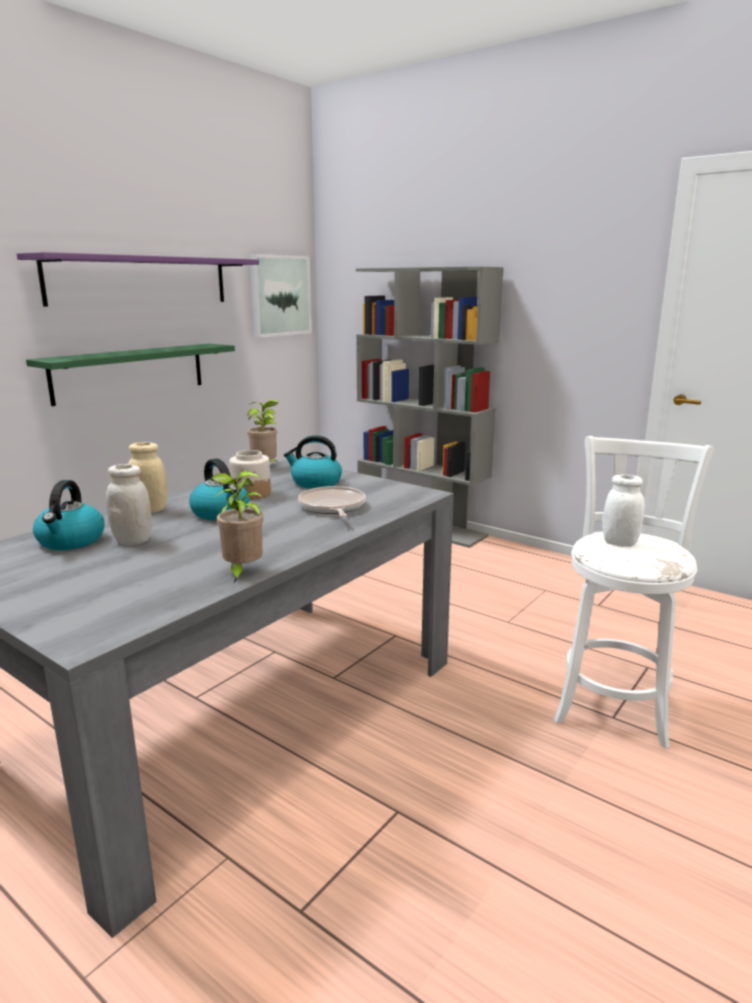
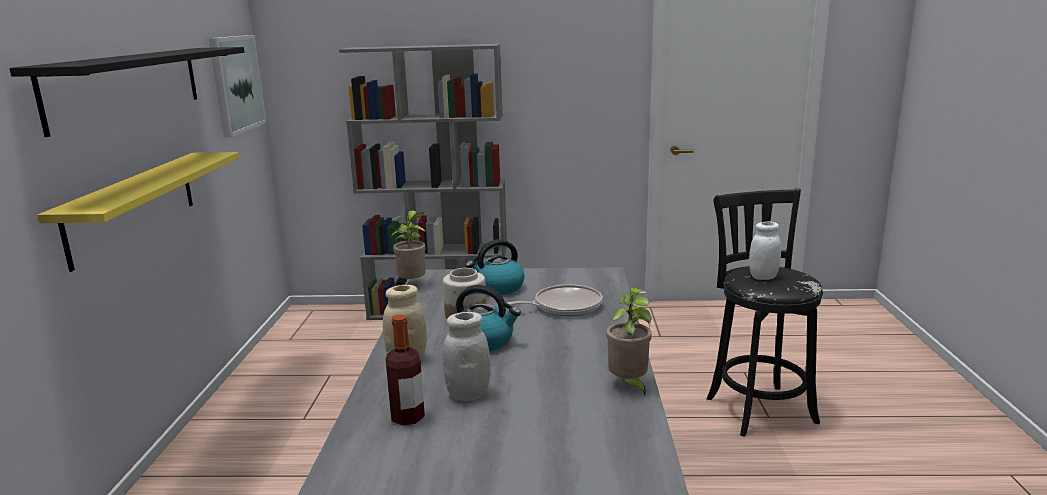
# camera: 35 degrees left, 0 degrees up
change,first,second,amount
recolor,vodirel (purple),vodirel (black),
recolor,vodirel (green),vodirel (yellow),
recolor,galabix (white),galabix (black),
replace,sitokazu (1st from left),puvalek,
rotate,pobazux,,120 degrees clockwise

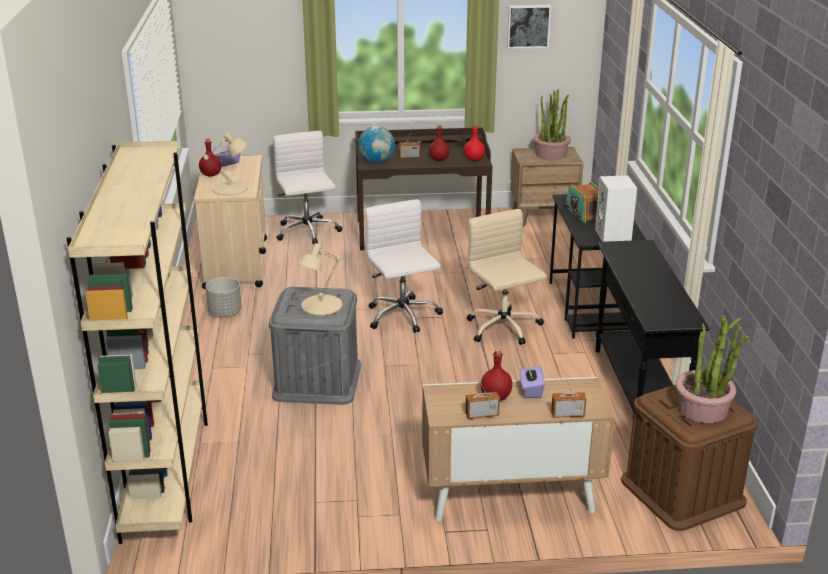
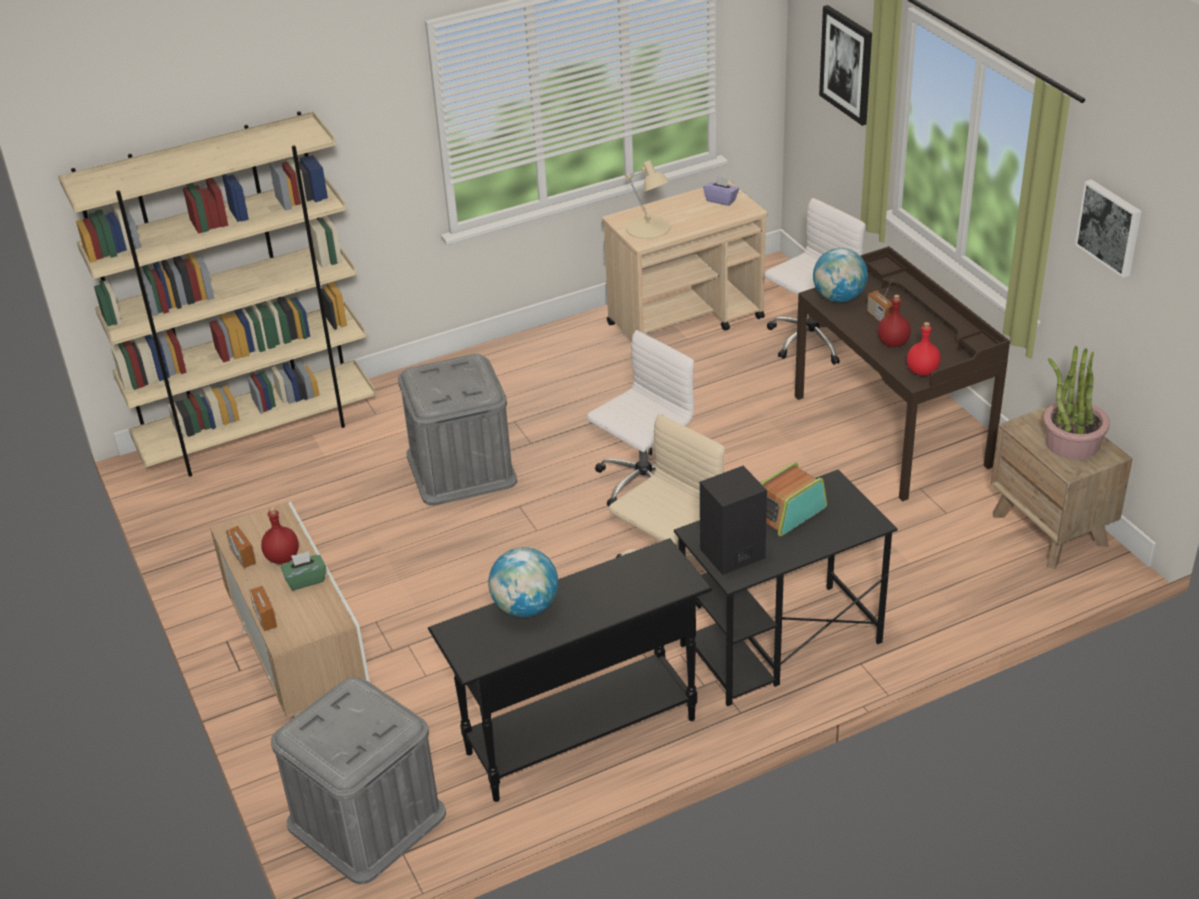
# camera: 70 degrees right, 10 degrees up
change,first,second,amount
delete,puvalek (red) (1st from left),,
recolor,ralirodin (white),ralirodin (black),
delete,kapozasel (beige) (2nd from left),,
delete,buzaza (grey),,
delete,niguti (2nd from left),,
recolor,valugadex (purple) (2nd from left),valugadex (green),
recolor,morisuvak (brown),morisuvak (grey) (1st from left),
insert,,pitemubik (1st from left),
insert,,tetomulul (1st from left),

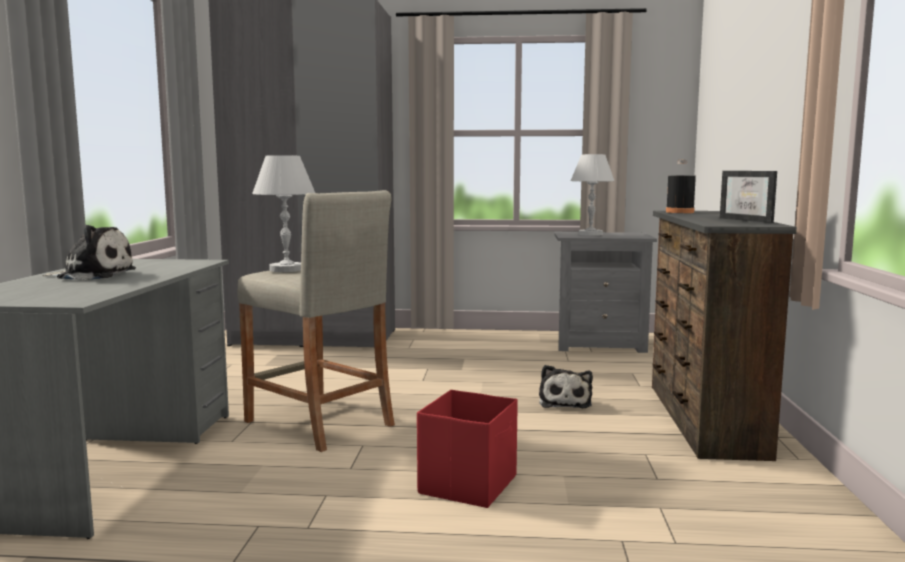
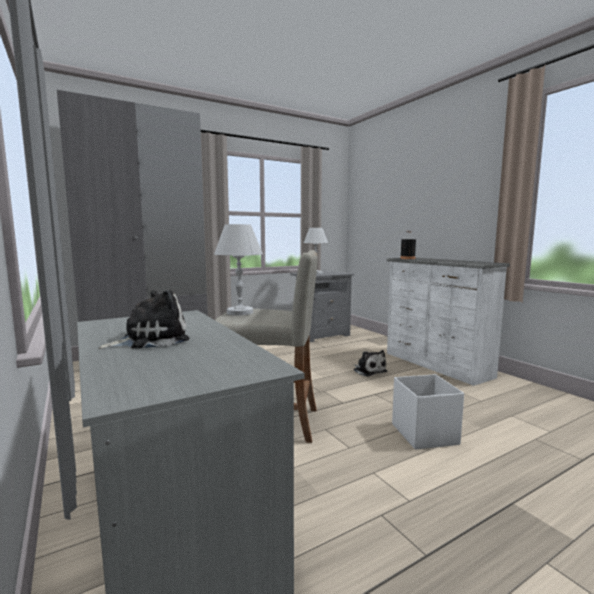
# camera: 35 degrees left, 0 degrees up
change,first,second,amount
delete,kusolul,,
recolor,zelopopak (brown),zelopopak (white),
recolor,morisuvak (red),morisuvak (white),

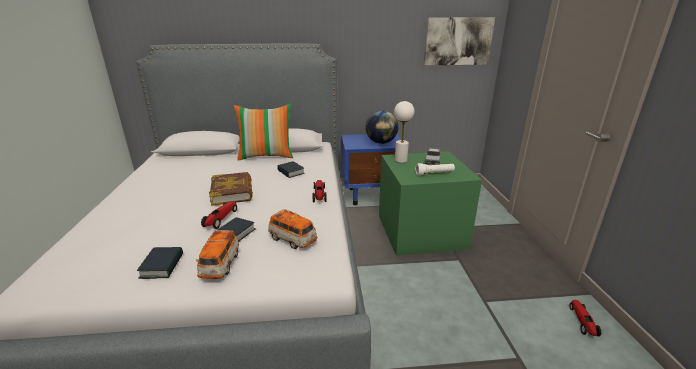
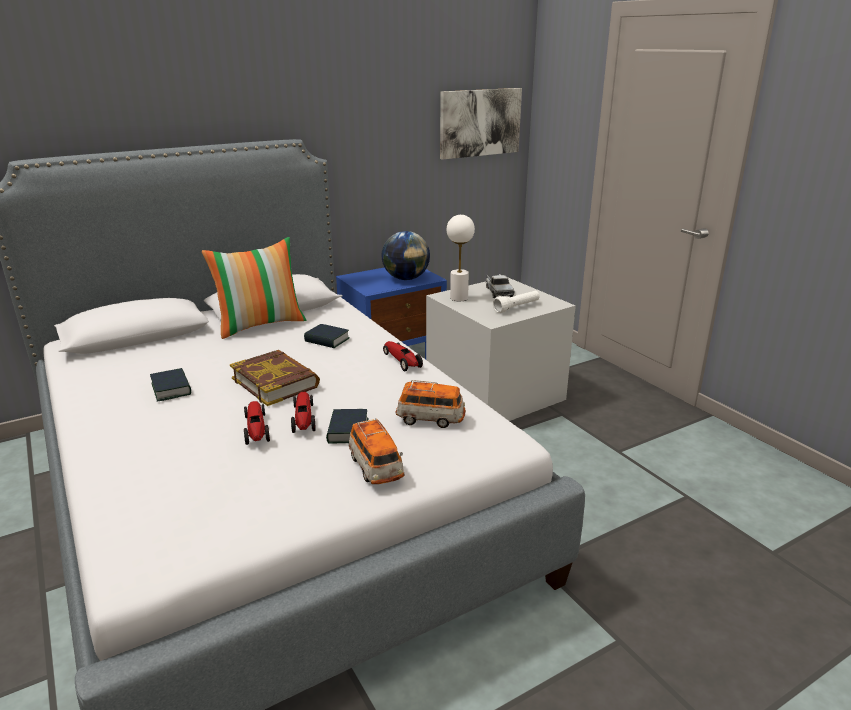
# camera: 25 degrees left, 0 degrees up
change,first,second,amount
recolor,morisuvak (green),morisuvak (grey),
move,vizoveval (1st from left),,
move,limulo (5th from left in the first image),limulo (1st from left),

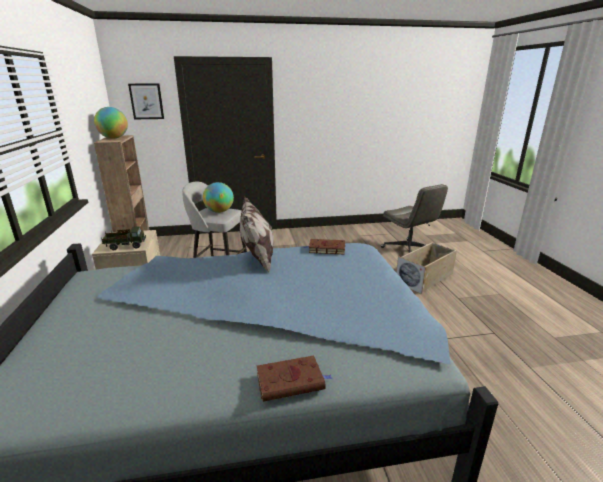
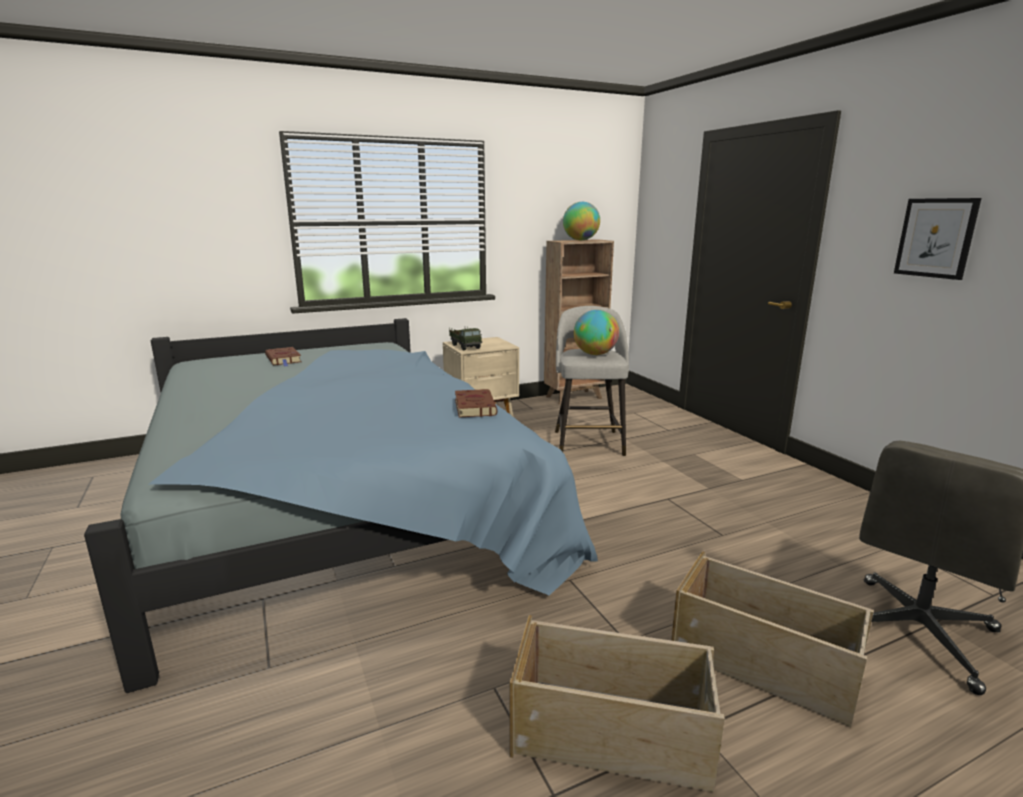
# camera: 75 degrees right, 5 degrees down
change,first,second,amount
move,pitemubik,,
delete,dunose,,
move,vizoveval (brown) (1st from left),,
insert,,morisuvak (beige) (1st from left),

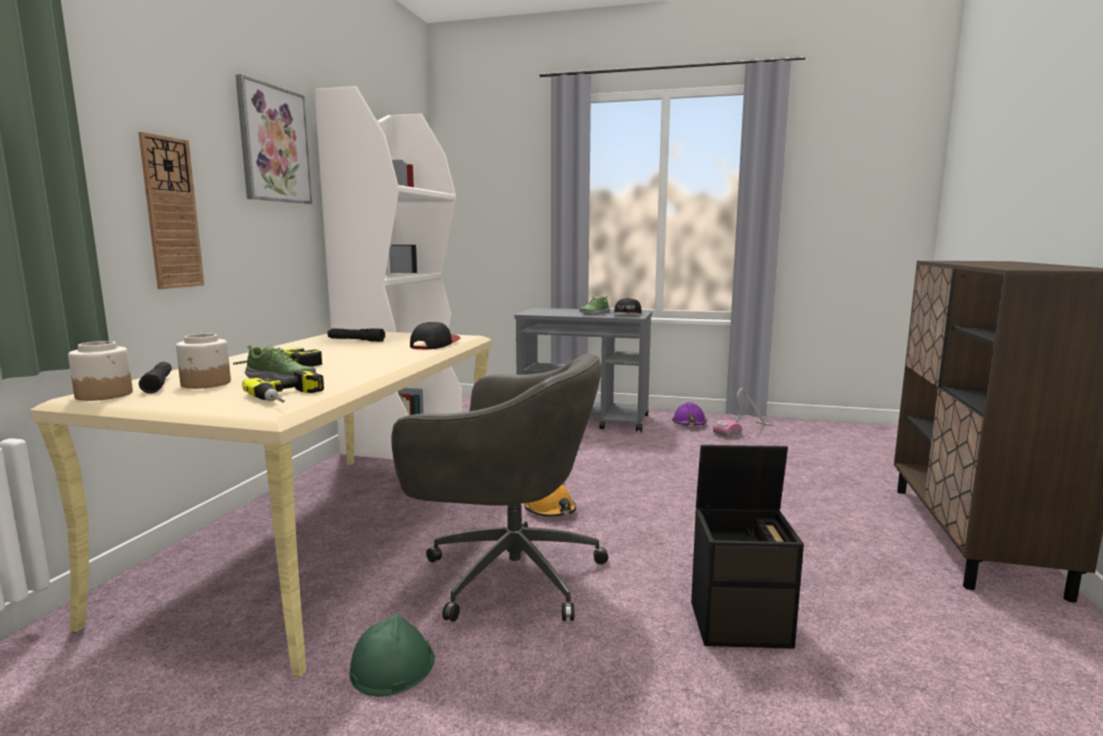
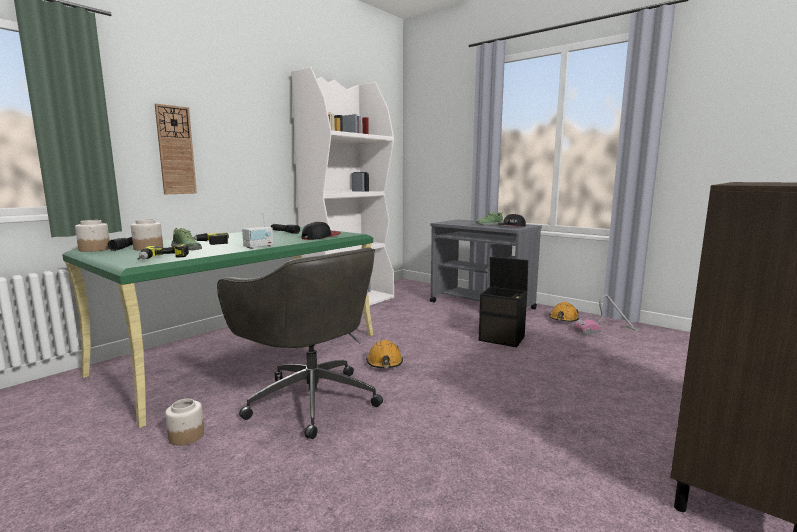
# camera: 25 degrees right, 0 degrees up
change,first,second,amount
delete,pitemubik,,
recolor,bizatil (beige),bizatil (green),
recolor,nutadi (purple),nutadi (orange) (2nd from left),
move,morisuvak (black),,
replace,nutadi (green),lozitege (3rd from left),
insert,,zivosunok,

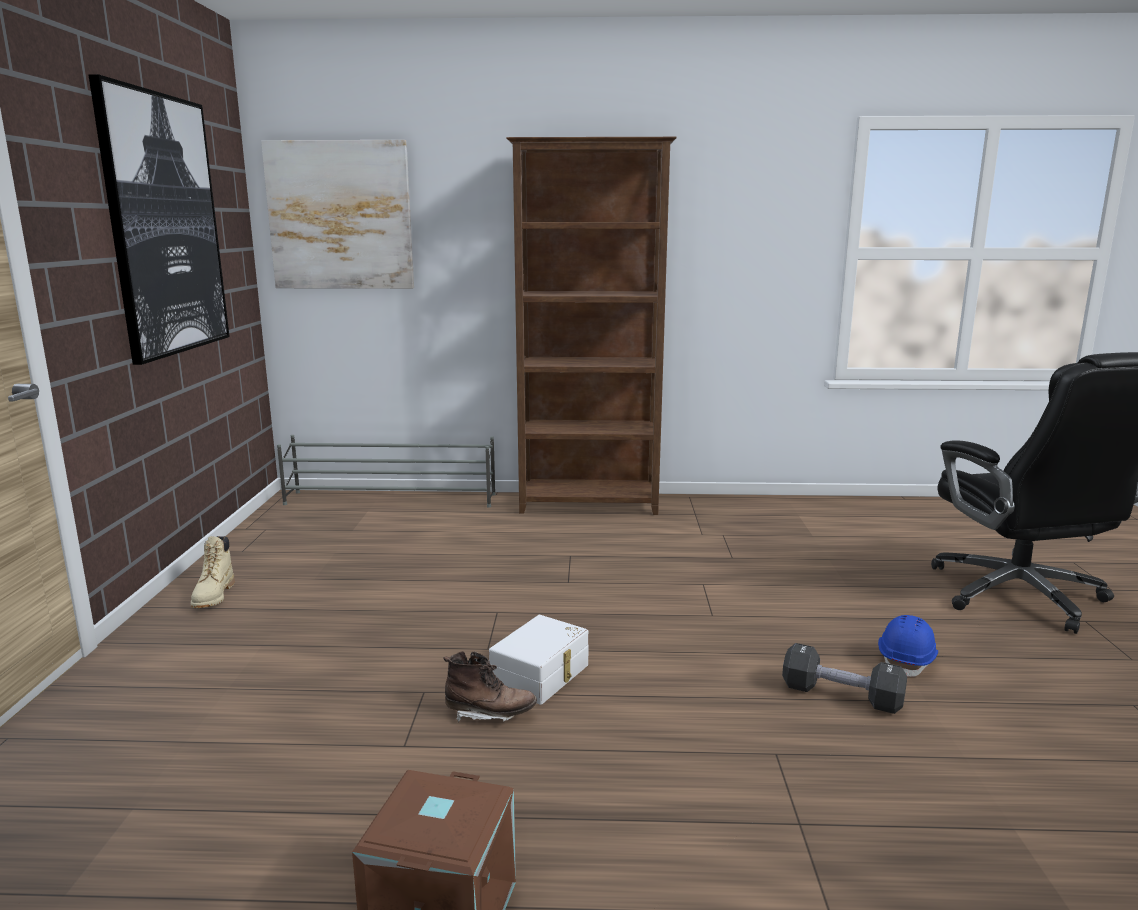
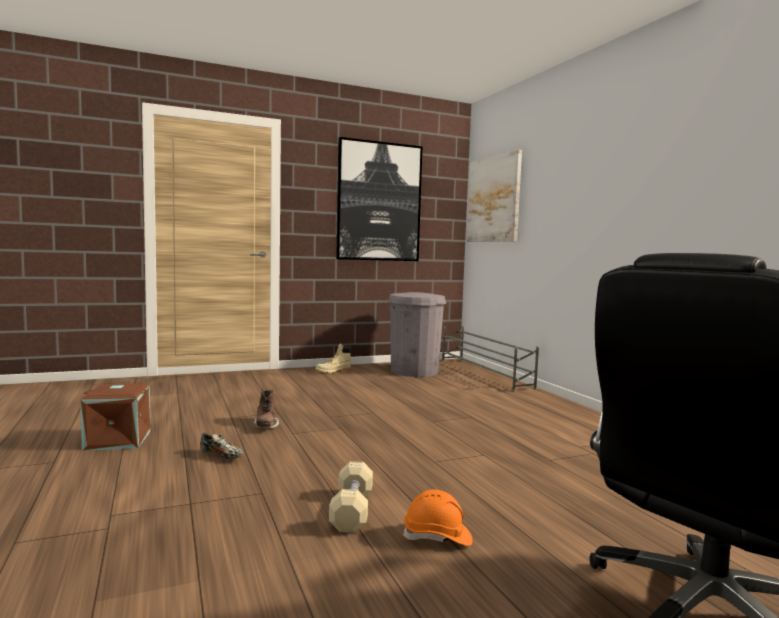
# camera: 65 degrees right, 10 degrees down
change,first,second,amount
delete,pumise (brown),,
delete,morisuvak (white),,
recolor,nutadi (blue),nutadi (orange),
recolor,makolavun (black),makolavun (beige),
insert,,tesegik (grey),
insert,,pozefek,

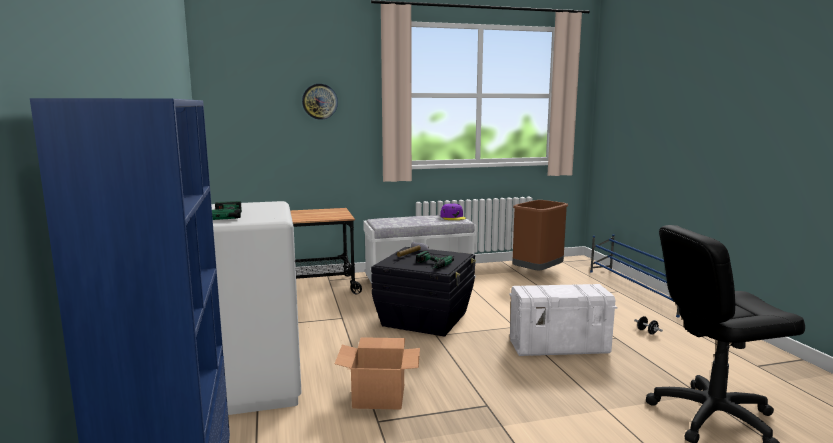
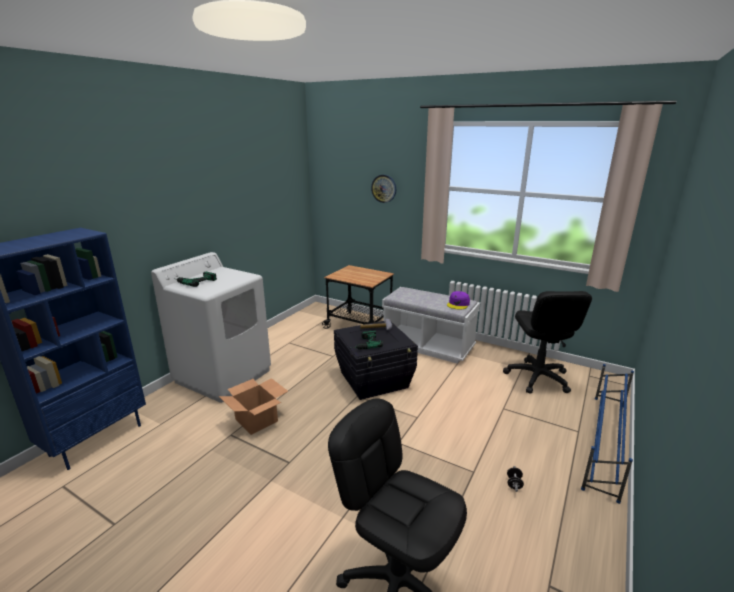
# camera: 45 degrees right, 10 degrees up
change,first,second,amount
replace,tesegik (brown),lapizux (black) (2nd from left),
delete,morisuvak (white),,

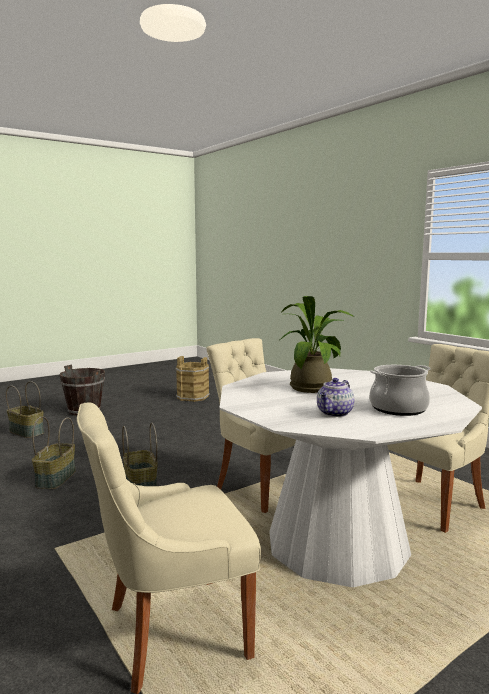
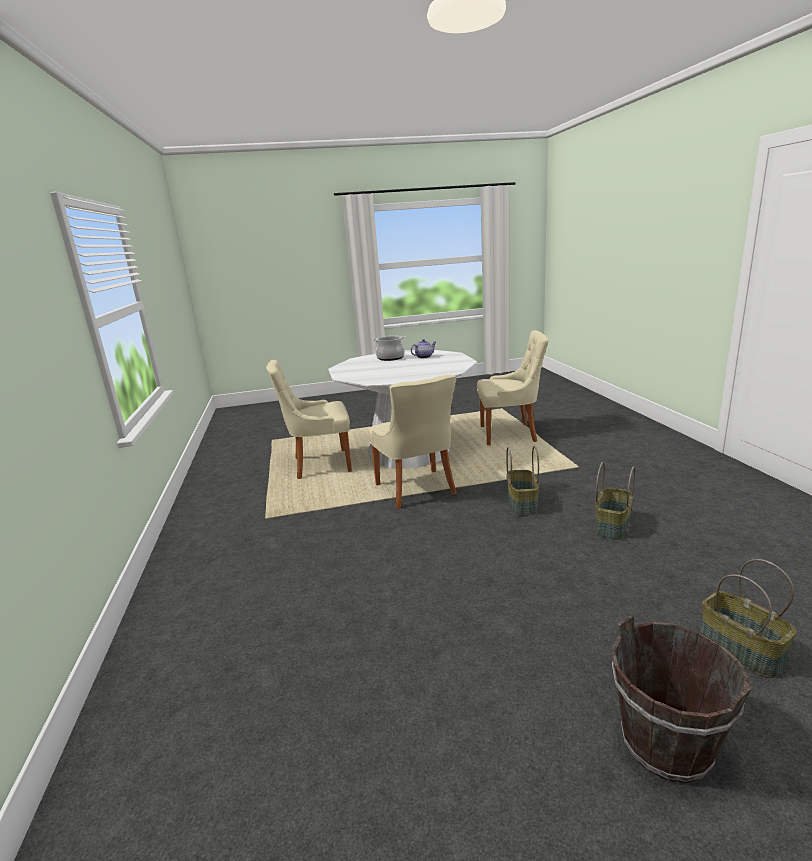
# camera: 155 degrees left, 10 degrees up
change,first,second,amount
delete,niguti,,
delete,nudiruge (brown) (2nd from left),,

